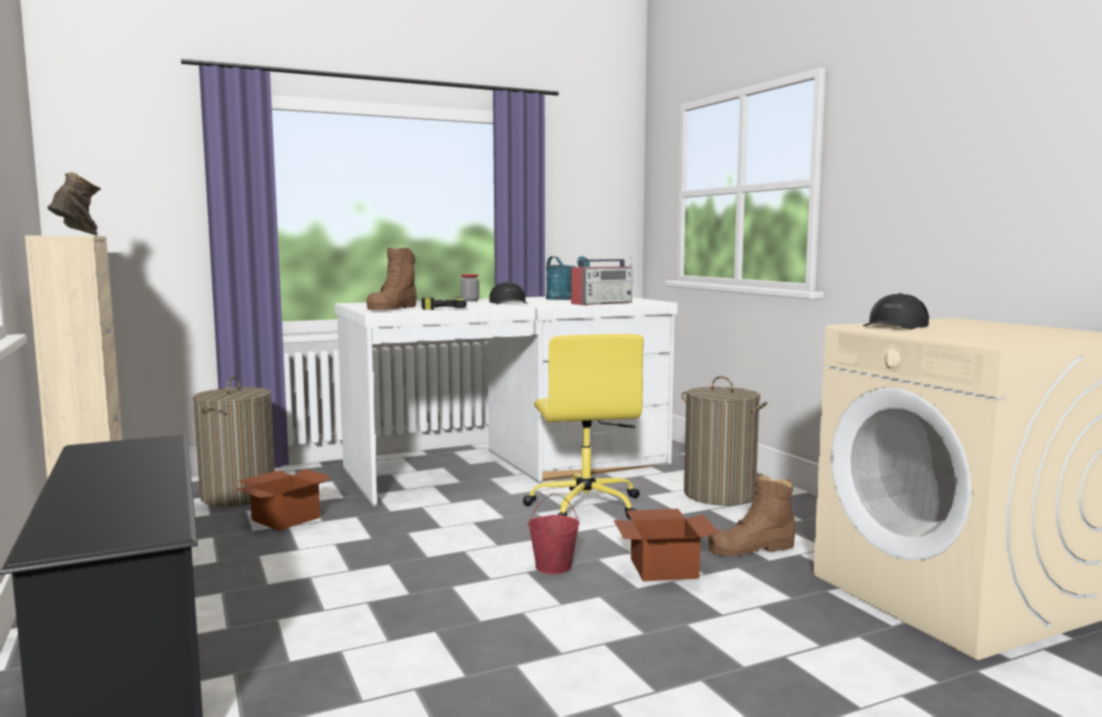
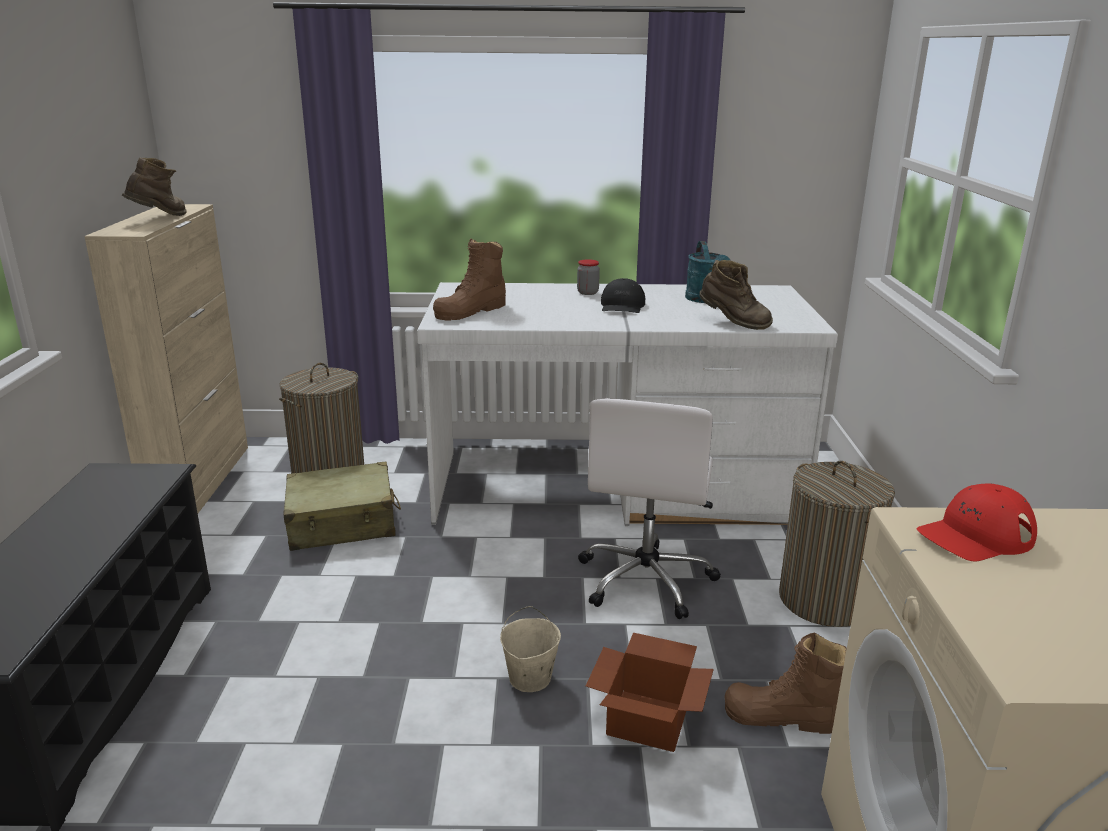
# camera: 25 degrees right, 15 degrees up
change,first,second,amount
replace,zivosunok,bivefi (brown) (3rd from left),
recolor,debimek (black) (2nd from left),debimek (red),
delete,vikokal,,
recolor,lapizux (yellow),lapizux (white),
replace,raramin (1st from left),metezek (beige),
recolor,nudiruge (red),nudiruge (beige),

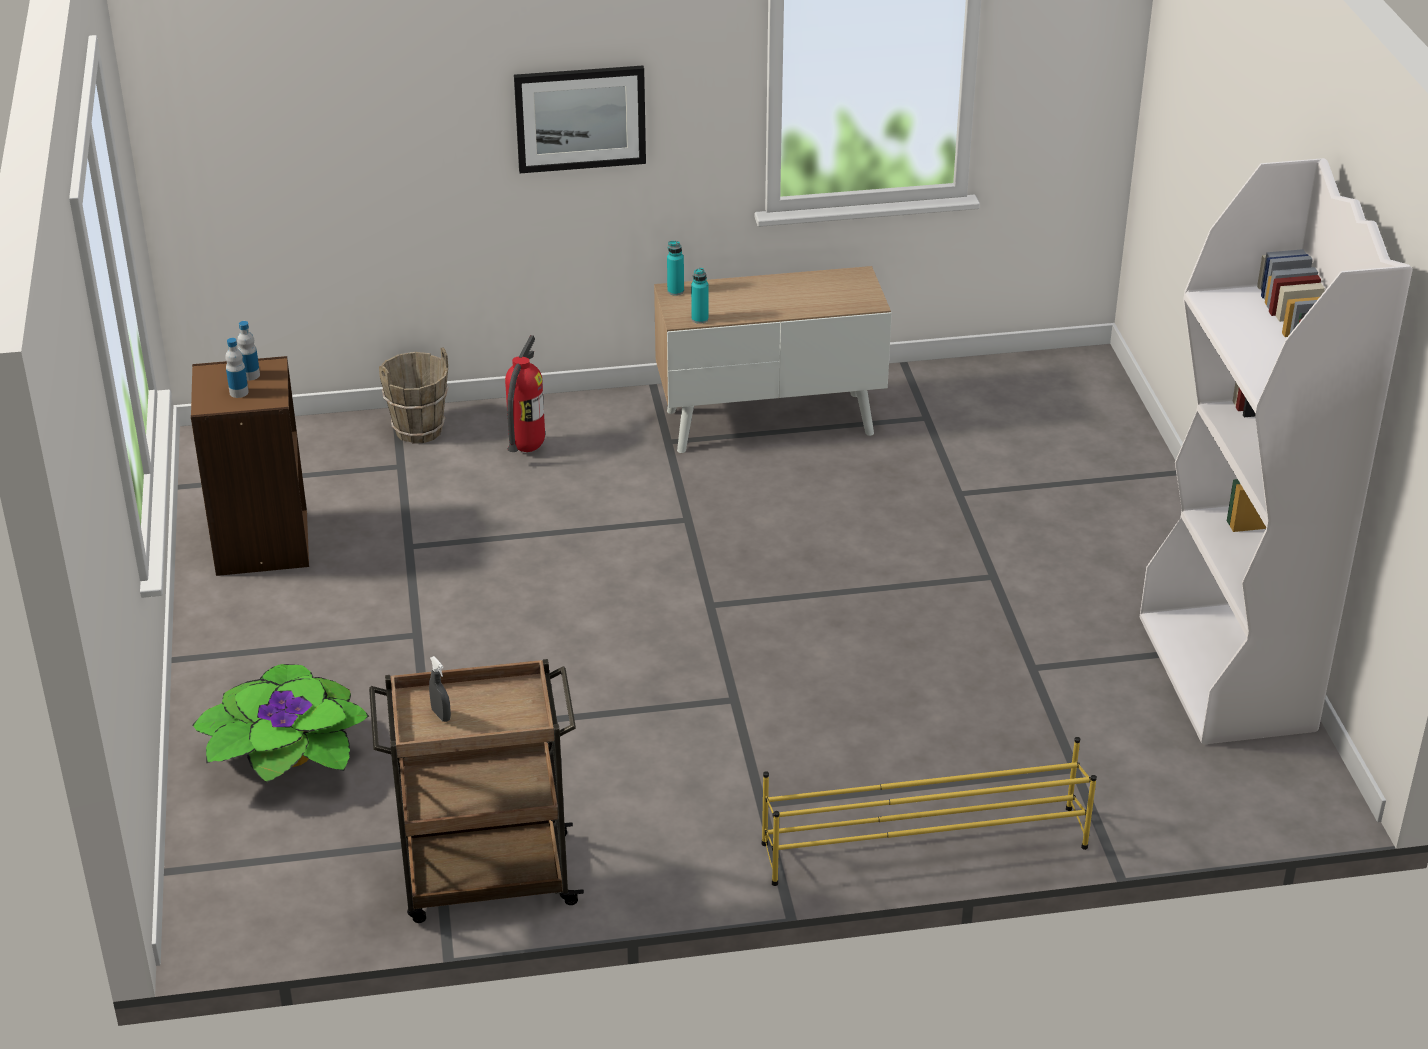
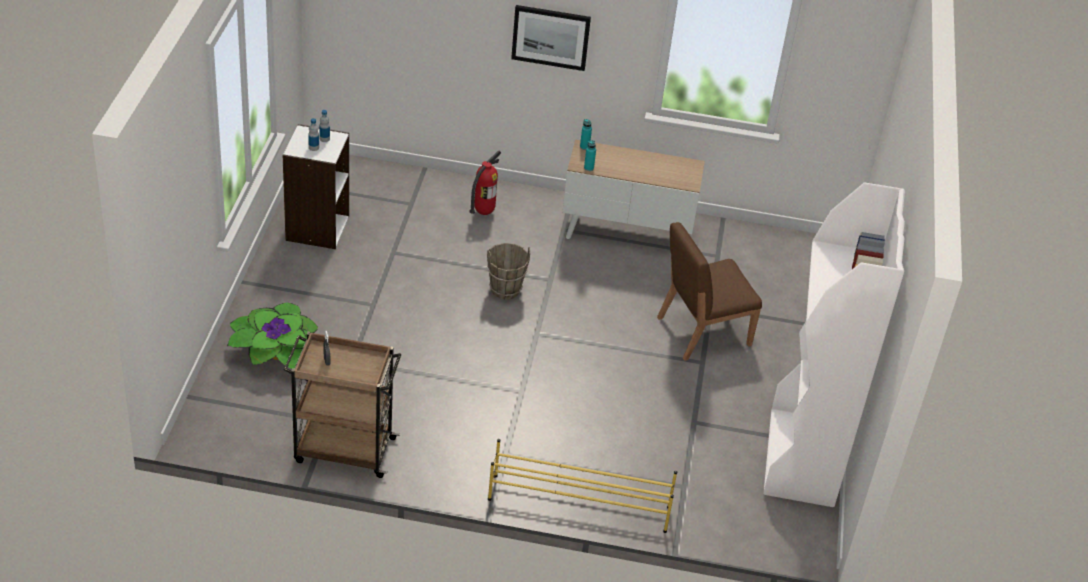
# camera: 15 degrees right, 5 degrees up
change,first,second,amount
move,nudiruge (brown),,
recolor,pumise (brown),pumise (white) (1st from left),
insert,,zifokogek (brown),

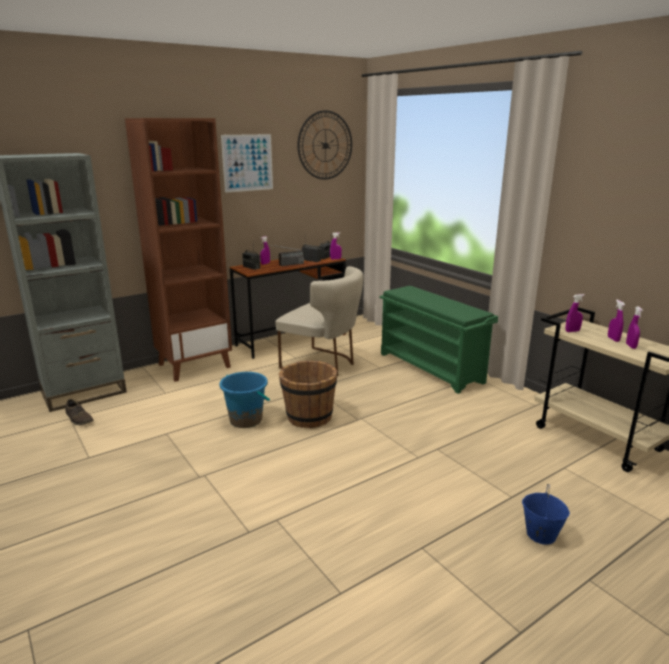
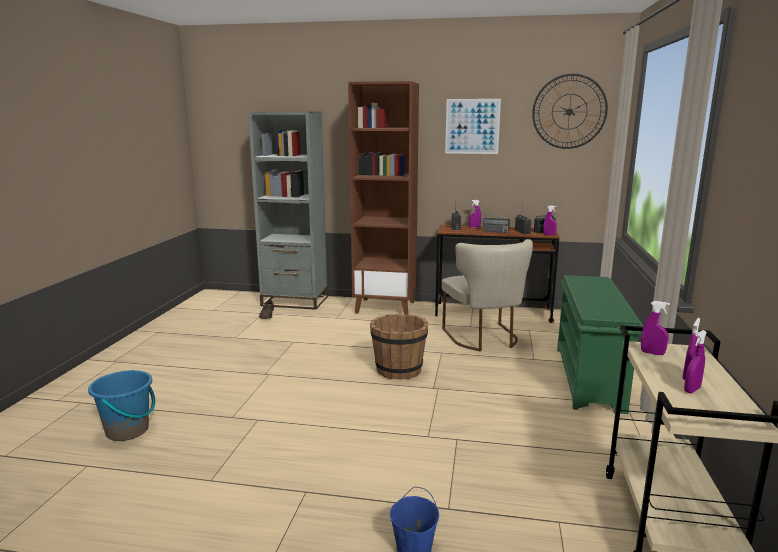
# camera: 45 degrees right, 5 degrees down
change,first,second,amount
move,nudiruge (blue) (1st from left),,

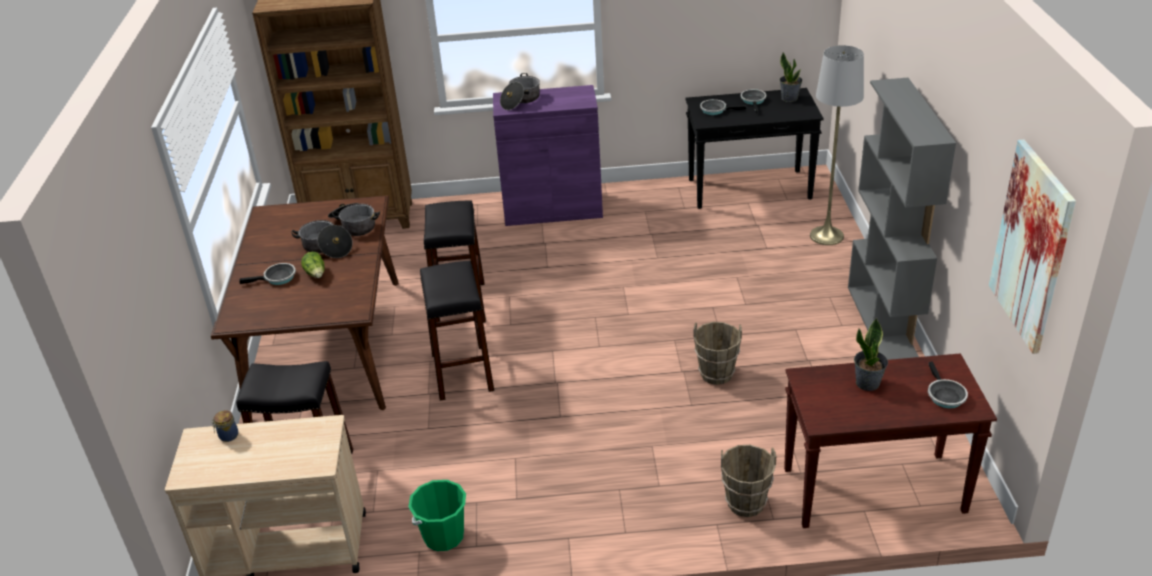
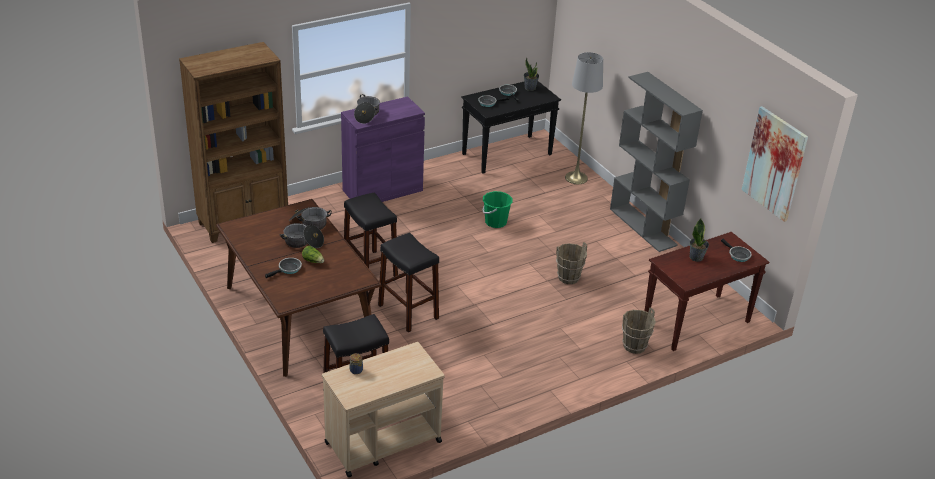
# camera: 30 degrees left, 0 degrees up
change,first,second,amount
move,nudiruge (green),,

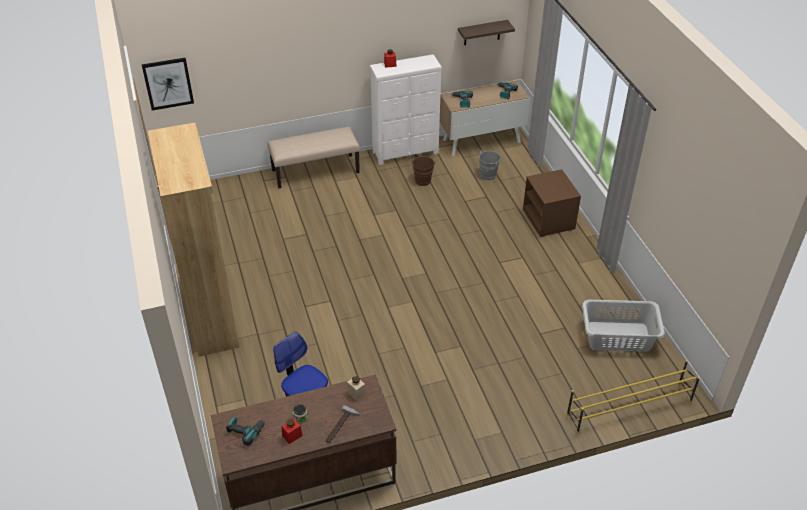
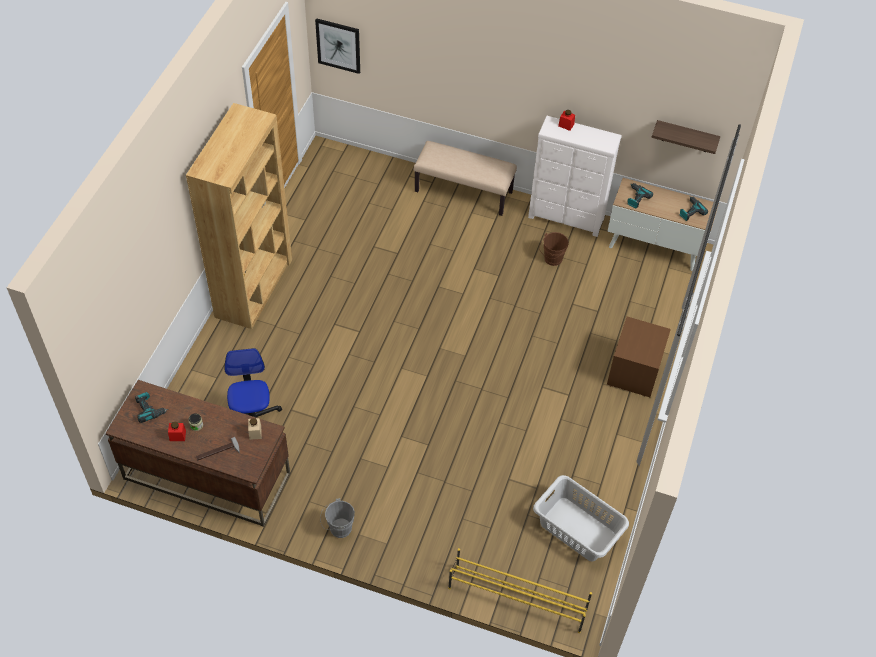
# camera: 35 degrees right, 10 degrees up
change,first,second,amount
move,nudiruge (grey),,

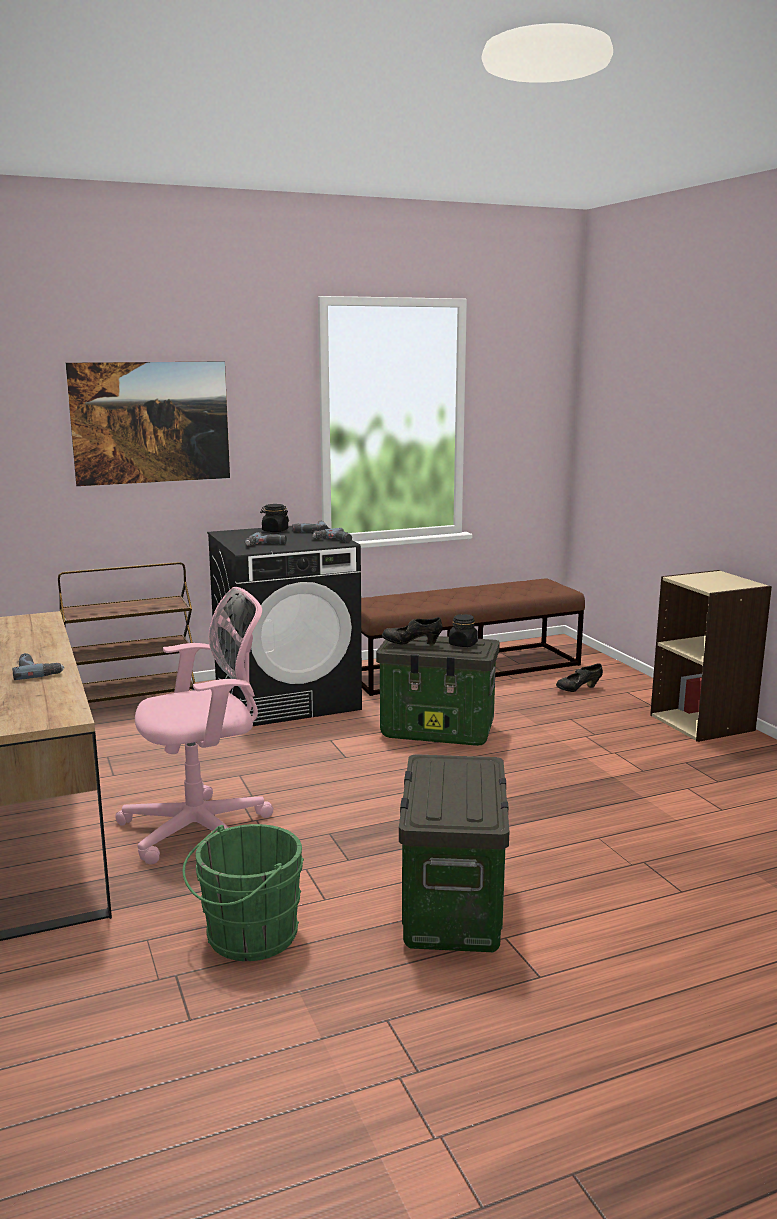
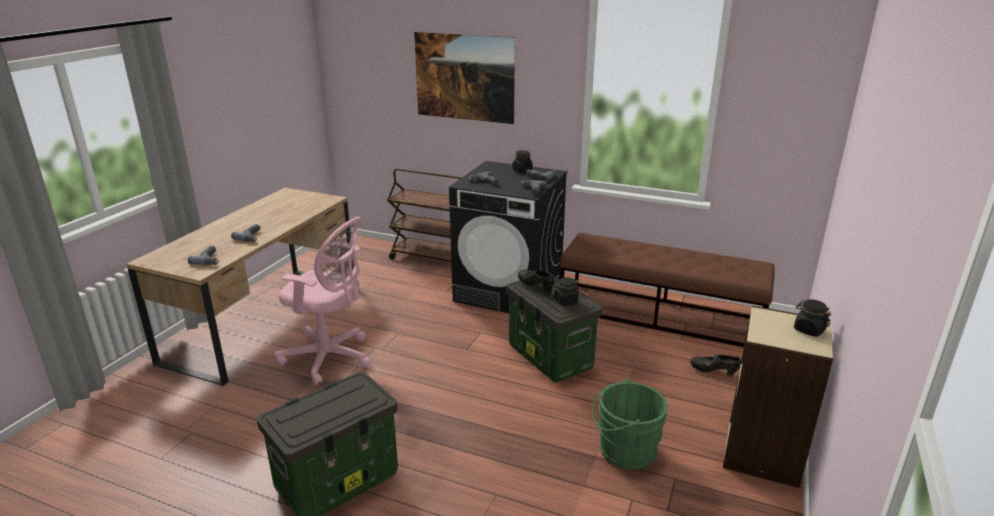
# camera: 45 degrees right, 10 degrees up
change,first,second,amount
move,nudiruge (green),,
insert,,vikokal (1st from left),
insert,,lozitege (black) (3rd from left),

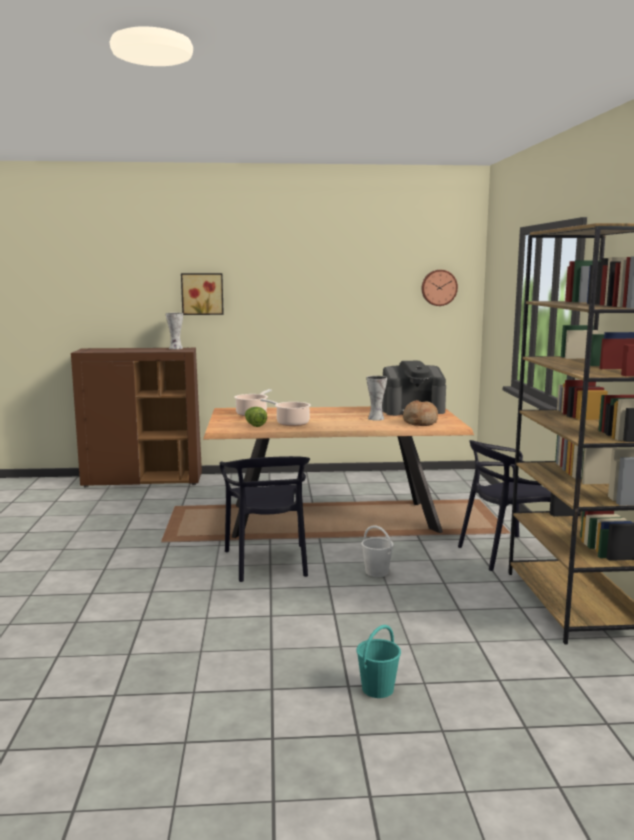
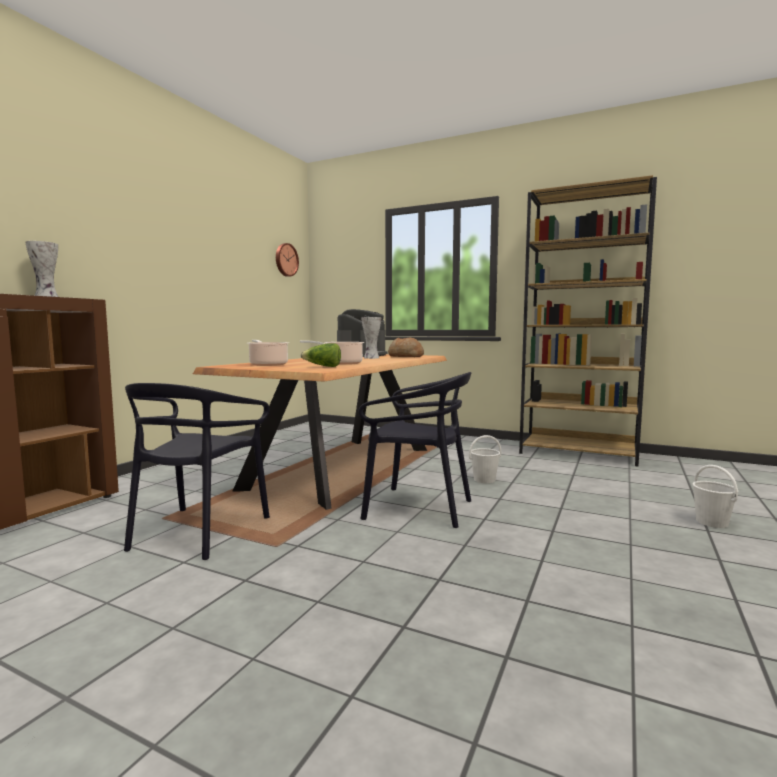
# camera: 60 degrees left, 5 degrees down
change,first,second,amount
delete,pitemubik,,
move,zifokogek (black) (2nd from left in the first image),zifokogek (black) (1st from left),
recolor,nudiruge (turquoise),nudiruge (white) (2nd from left),

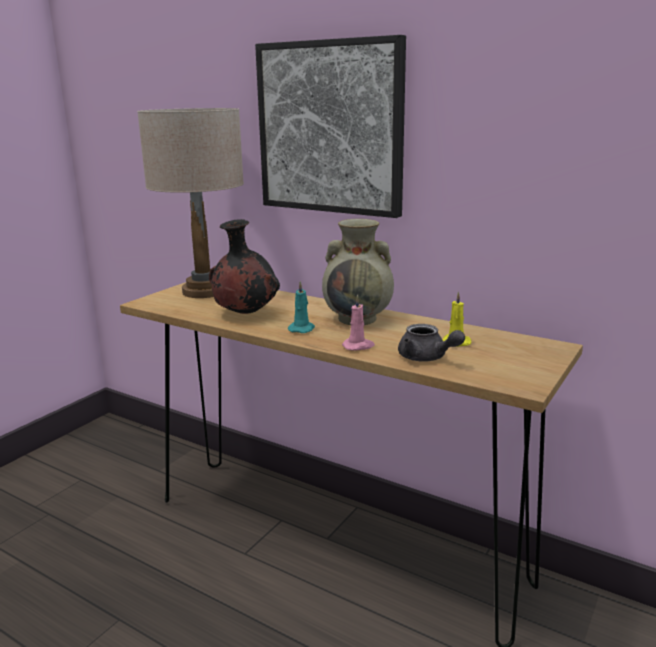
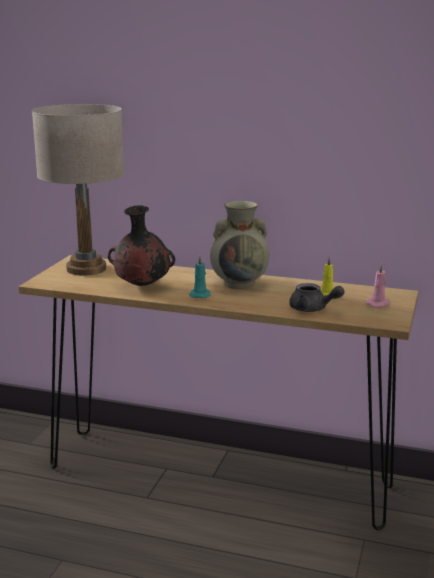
# camera: 15 degrees left, 0 degrees up
change,first,second,amount
delete,pitemubik,,
move,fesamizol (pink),,

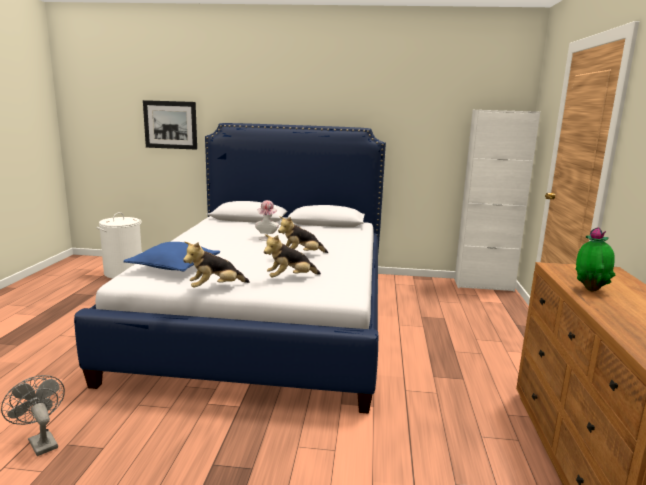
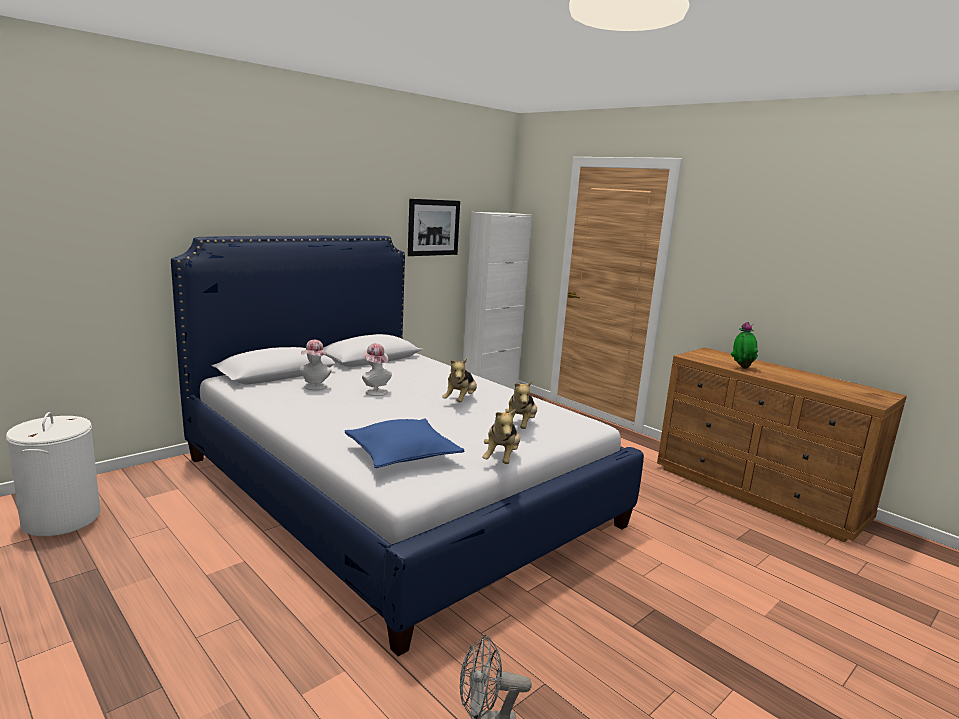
# camera: 50 degrees left, 0 degrees up
change,first,second,amount
move,pitemubik,,
insert,,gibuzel (1st from left),

